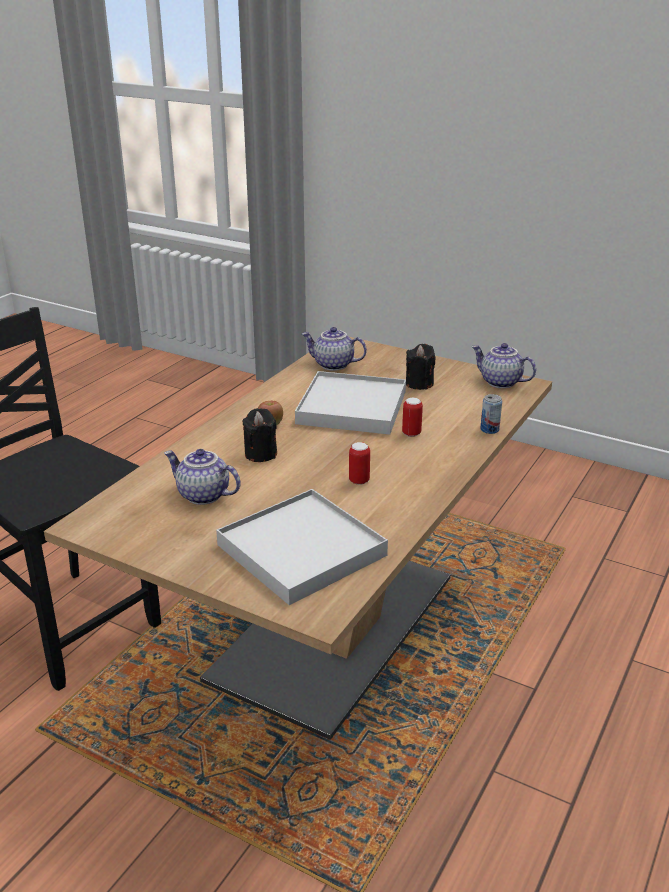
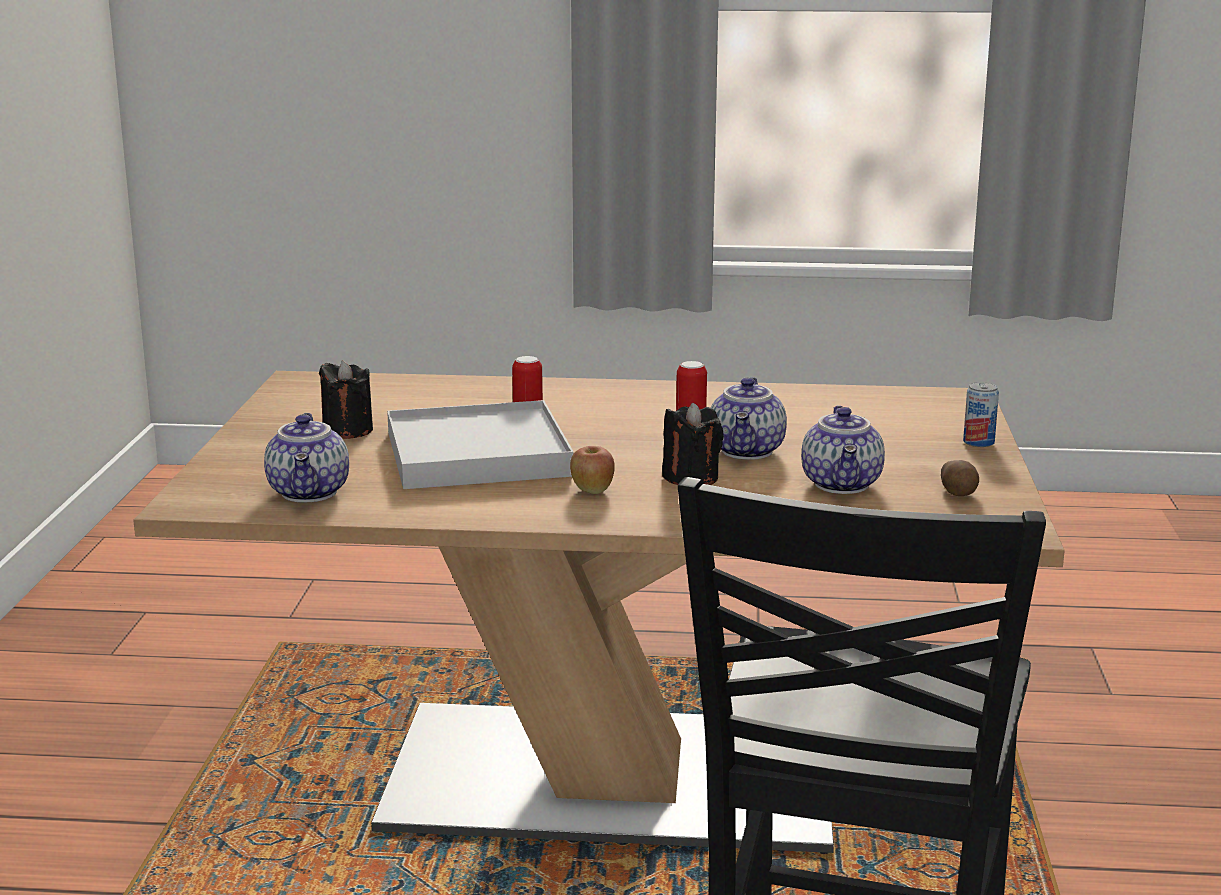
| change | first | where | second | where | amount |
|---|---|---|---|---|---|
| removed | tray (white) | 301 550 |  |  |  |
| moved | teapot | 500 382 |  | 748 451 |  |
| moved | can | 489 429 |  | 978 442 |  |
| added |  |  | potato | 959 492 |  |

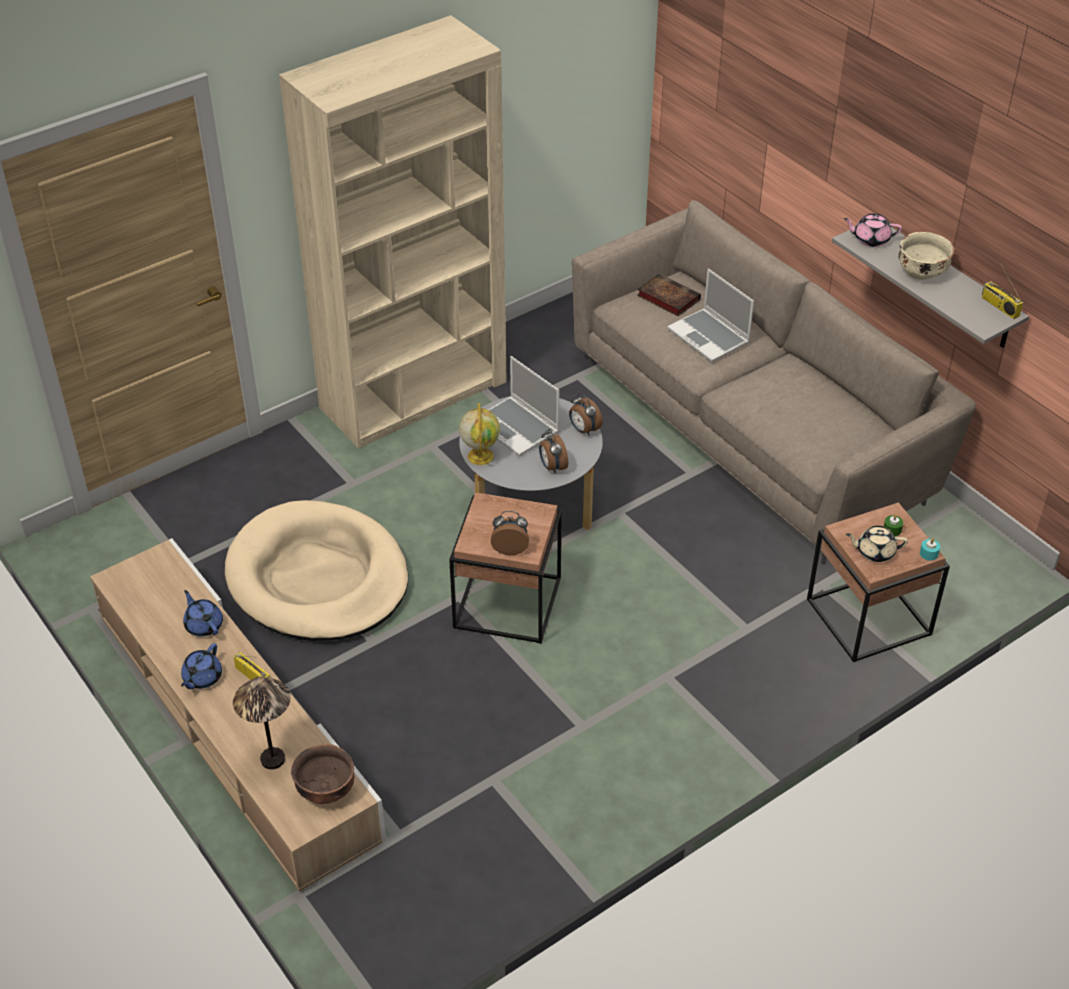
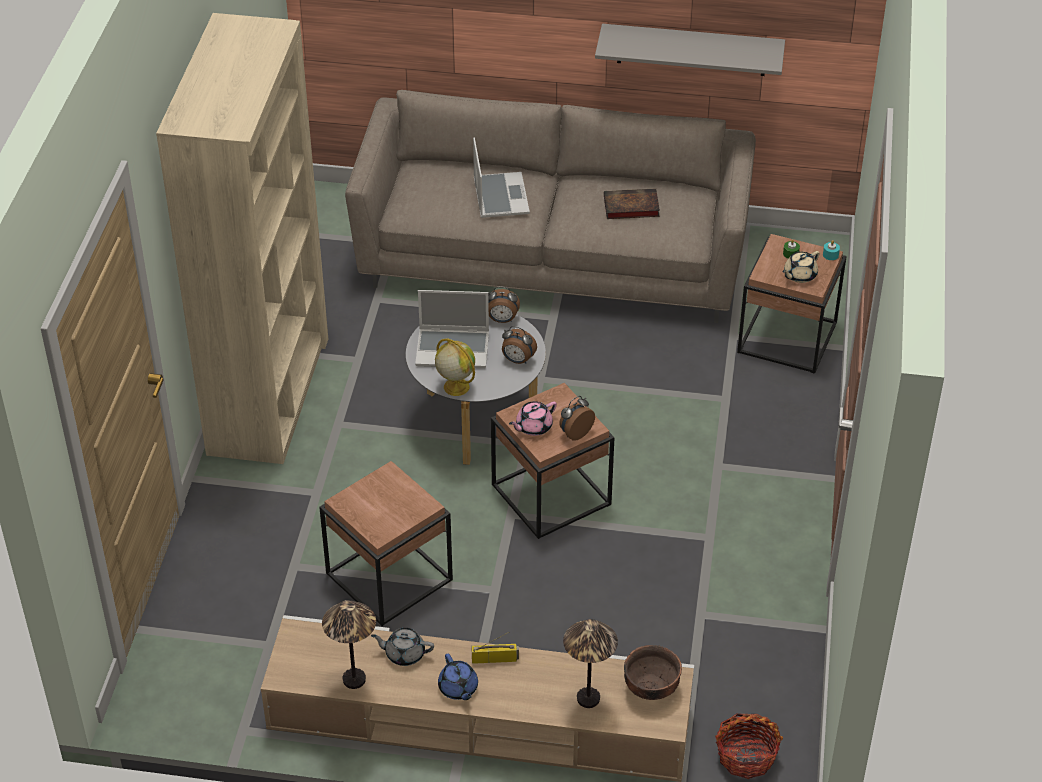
| change | first | where | second | where | amount |
|---|---|---|---|---|---|
| recoloured | teapot (blue) | 204 625 | teapot (grey) | 404 654 |  |
| replaced | dog bed (beige) | 318 578 | side table (brown) | 390 577 |  |
| moved | book | 666 297 |  | 629 207 |  |
| turned | laptop | 710 337 |  | 499 196 | 105 degrees counterclockwise |
| moved | teapot (pink) | 870 239 |  | 533 427 |  |
| removed | bowl (beige) | 921 272 |  |  |  |
| removed | radio | 999 306 |  |  |  |
| added |  |  | table lamp | 354 680 |  |
| added |  |  | basket | 746 756 |  |

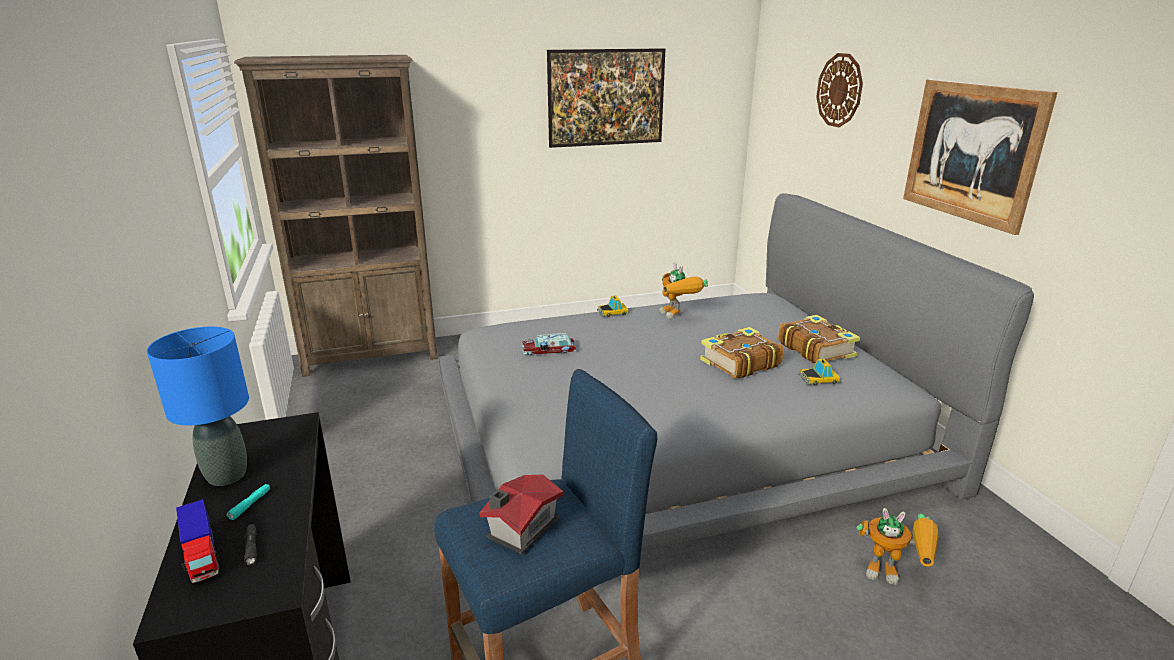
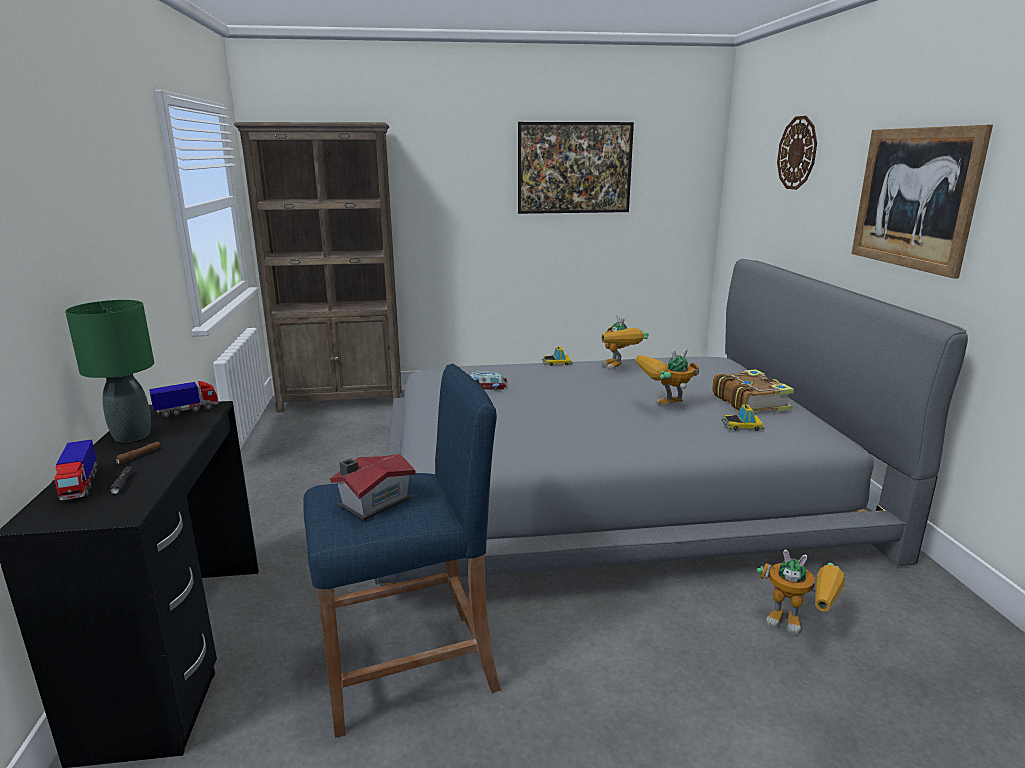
| change | first | where | second | where | amount |
|---|---|---|---|---|---|
| recoloured | table lamp (blue) | 227 475 | table lamp (green) | 132 436 |  |
| recoloured | flashlight (turquoise) | 250 504 | flashlight (brown) | 139 456 |  |
| replaced | book | 739 363 | toy robot | 664 407 |  |
| added |  |  | toy truck | 187 410 |  |

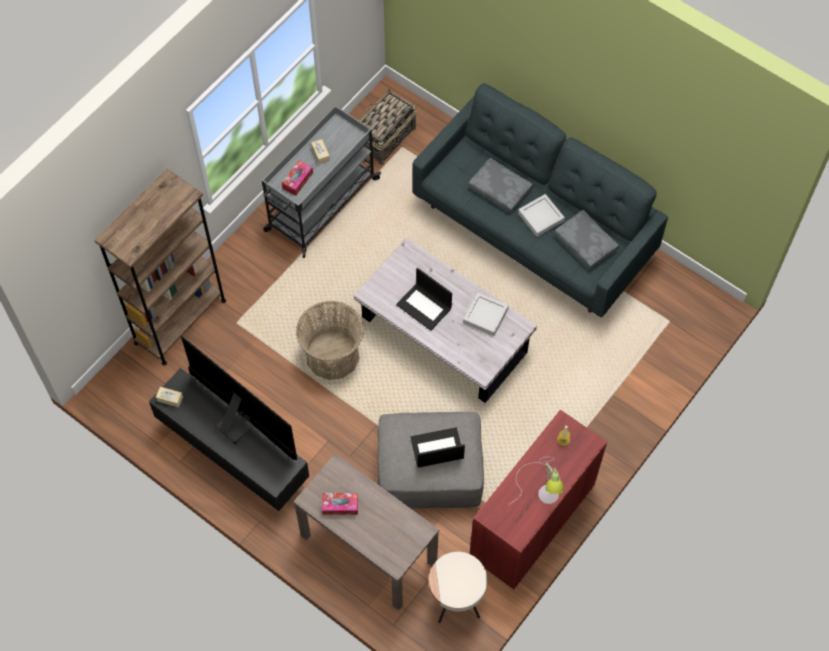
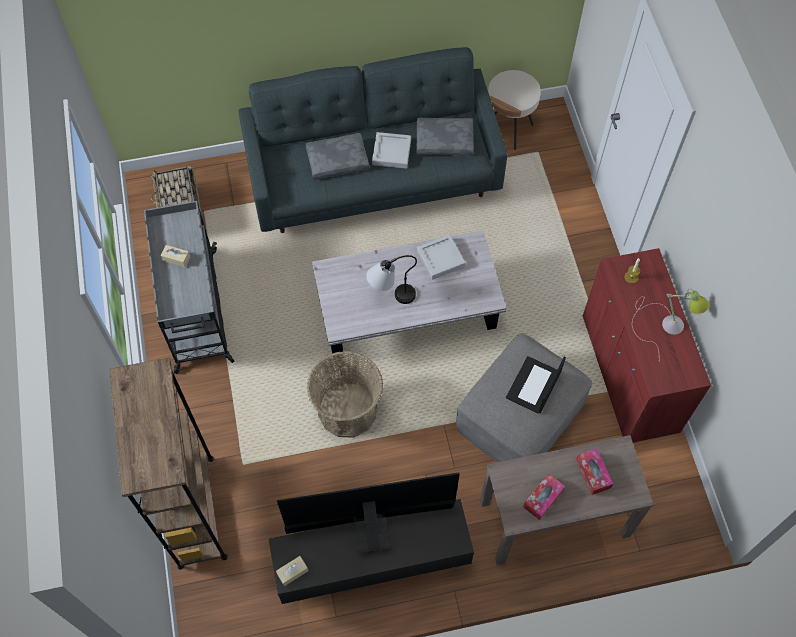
| change | first | where | second | where | amount |
|---|---|---|---|---|---|
| moved | tissue box | 297 180 |  | 593 473 |  |
| replaced | laptop | 424 306 | table lamp | 390 296 |  |
| moved | side table (beige) | 456 600 |  | 508 129 |  |

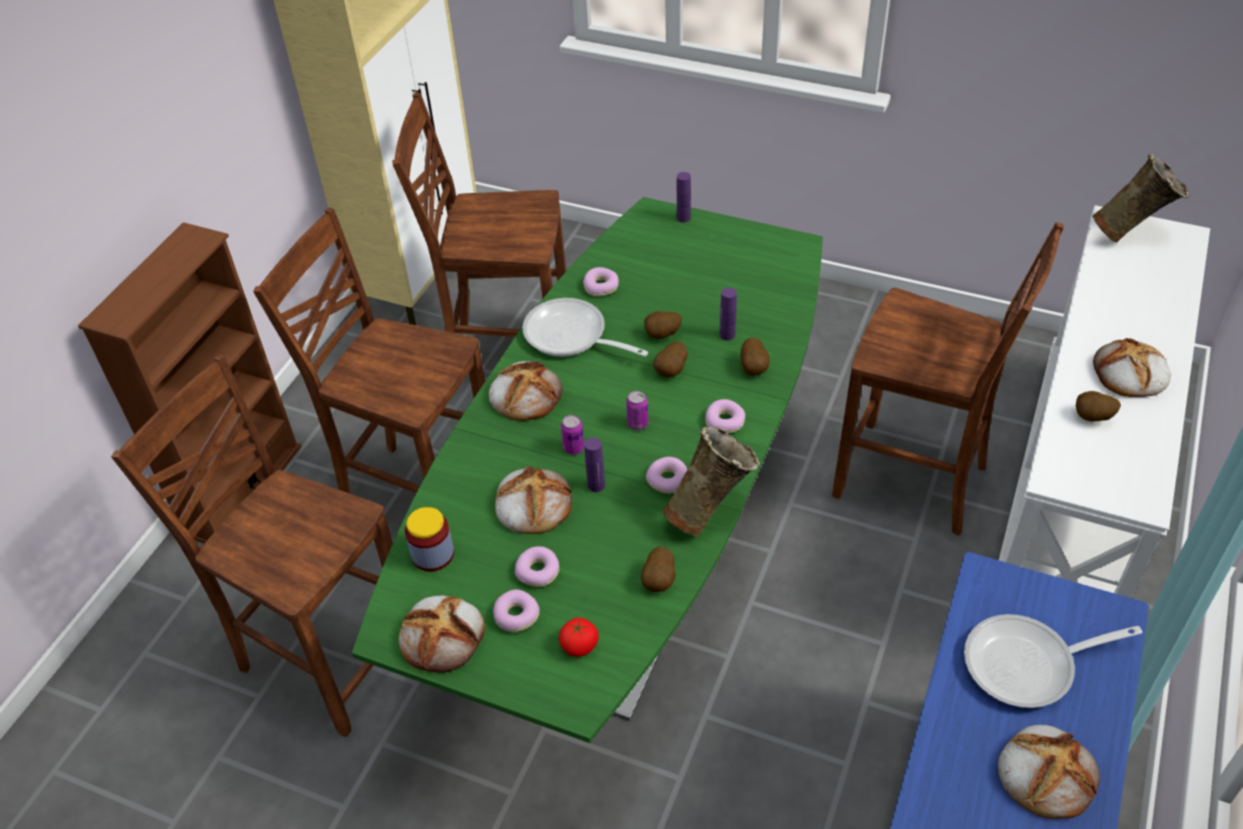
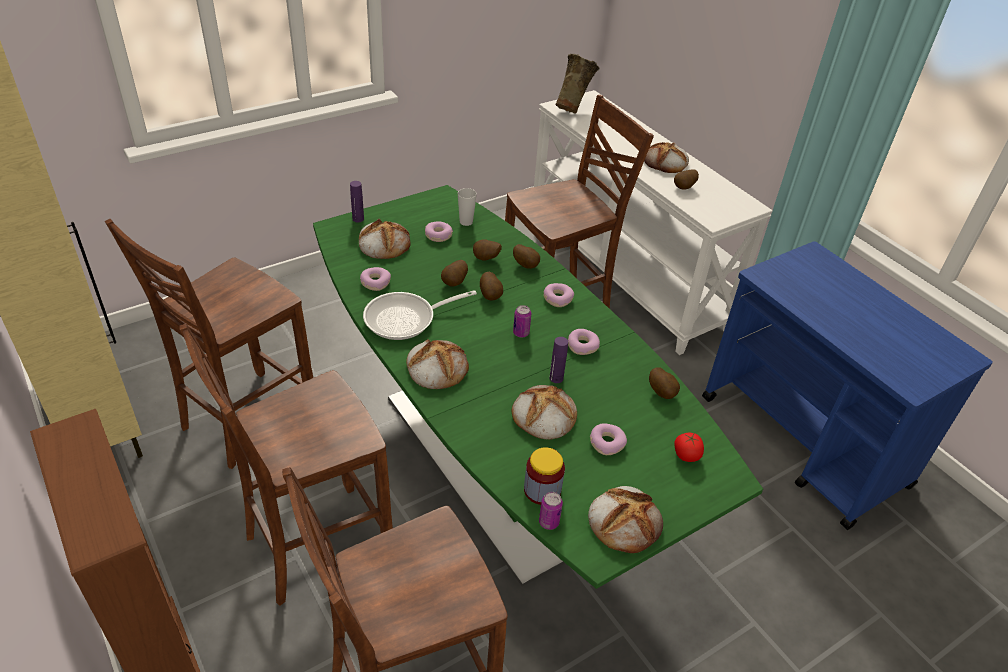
| change | first | where | second | where | amount |
|---|---|---|---|---|---|
| moved | donut | 516 616 |  | 438 236 |  |
| moved | can | 573 448 |  | 549 522 |  |
| removed | vase (beige) | 710 513 |  |  |  |
| replaced | bottle (purple) | 727 335 | potato | 486 259 |  |
| removed | frying pan | 1028 665 |  |  |  |
| moved | bread | 1046 773 |  | 383 243 |  |
| added |  |  | cup | 466 222 |  |

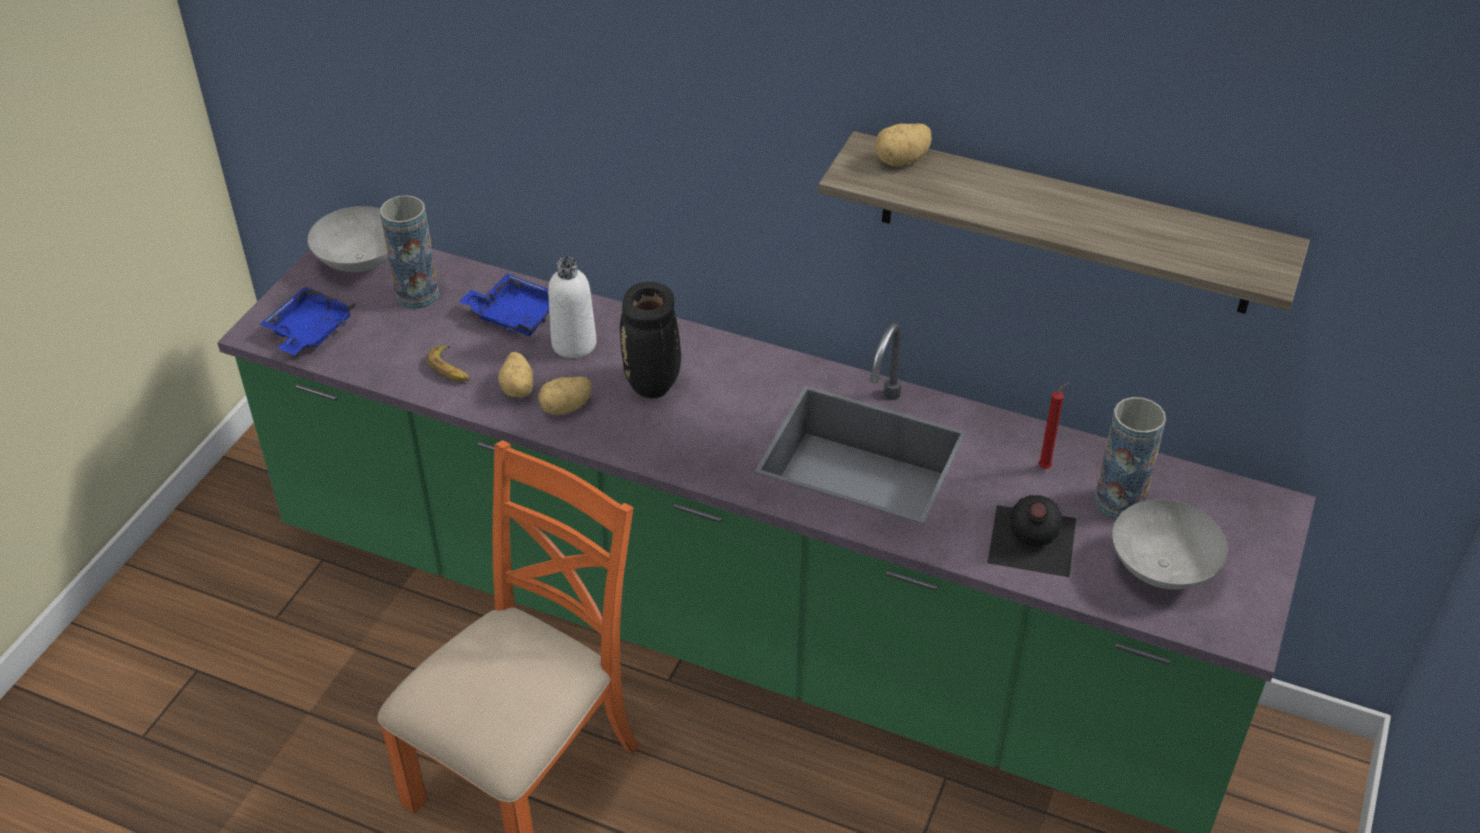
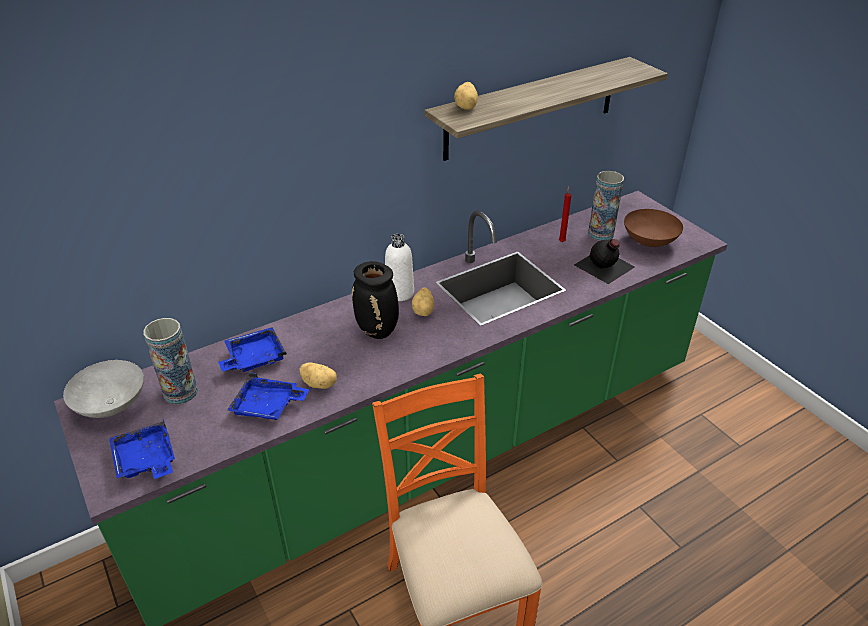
| change | first | where | second | where | amount |
|---|---|---|---|---|---|
| replaced | banana | 450 369 | tray (blue) | 268 406 |  |
| moved | potato | 566 408 |  | 424 311 |  |
| moved | bottle (white) | 574 344 |  | 399 293 |  |
| recoloured | bowl (grey) | 1162 567 | bowl (brown) | 648 241 |  |

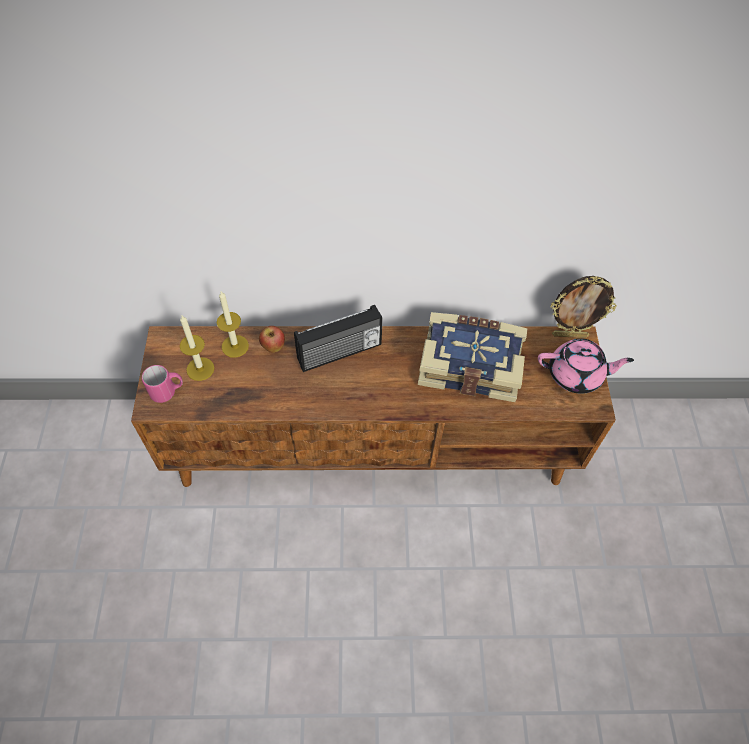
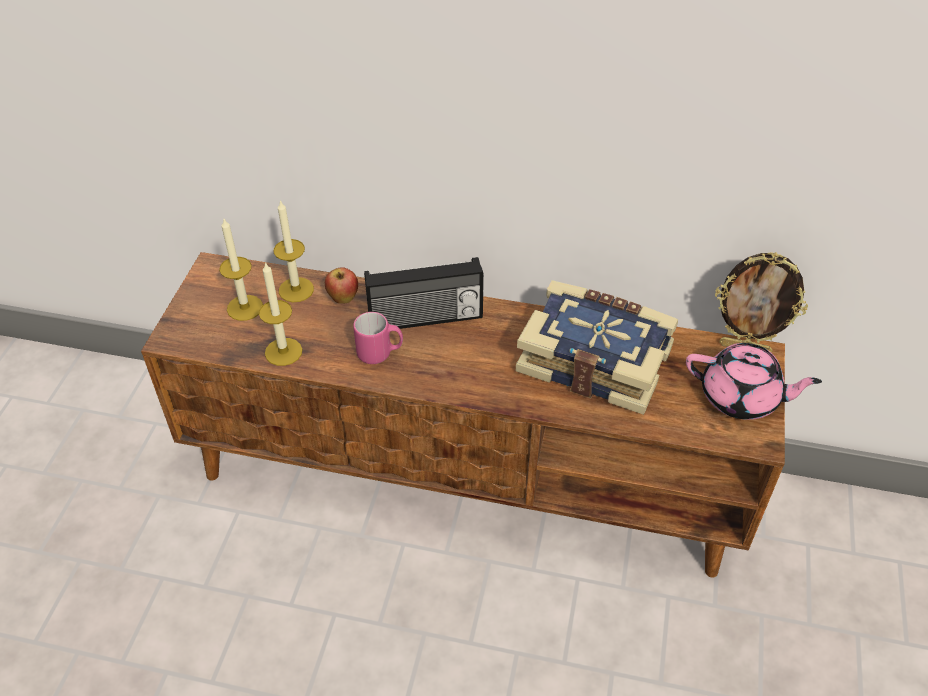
| change | first | where | second | where | amount |
|---|---|---|---|---|---|
| moved | mug (pink) | 167 391 |  | 380 353 |  |
| added |  |  | candle | 283 352 |  |

